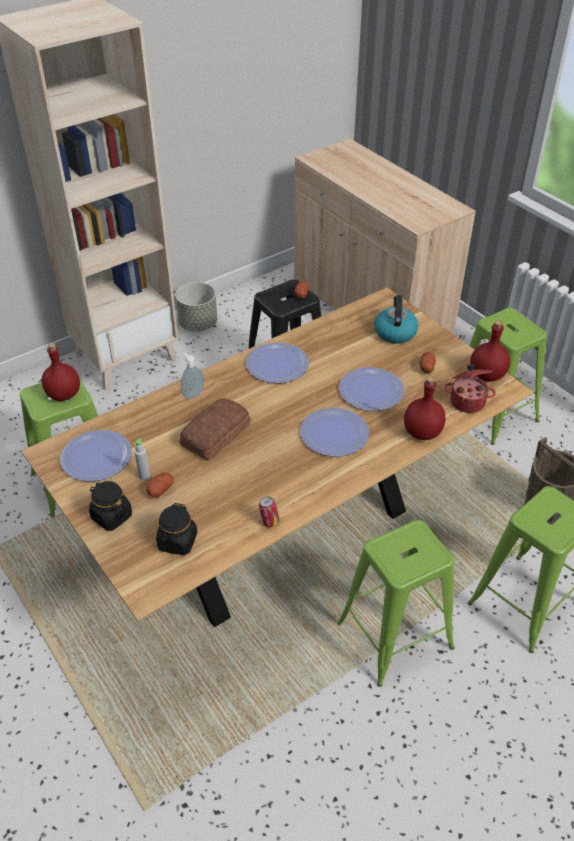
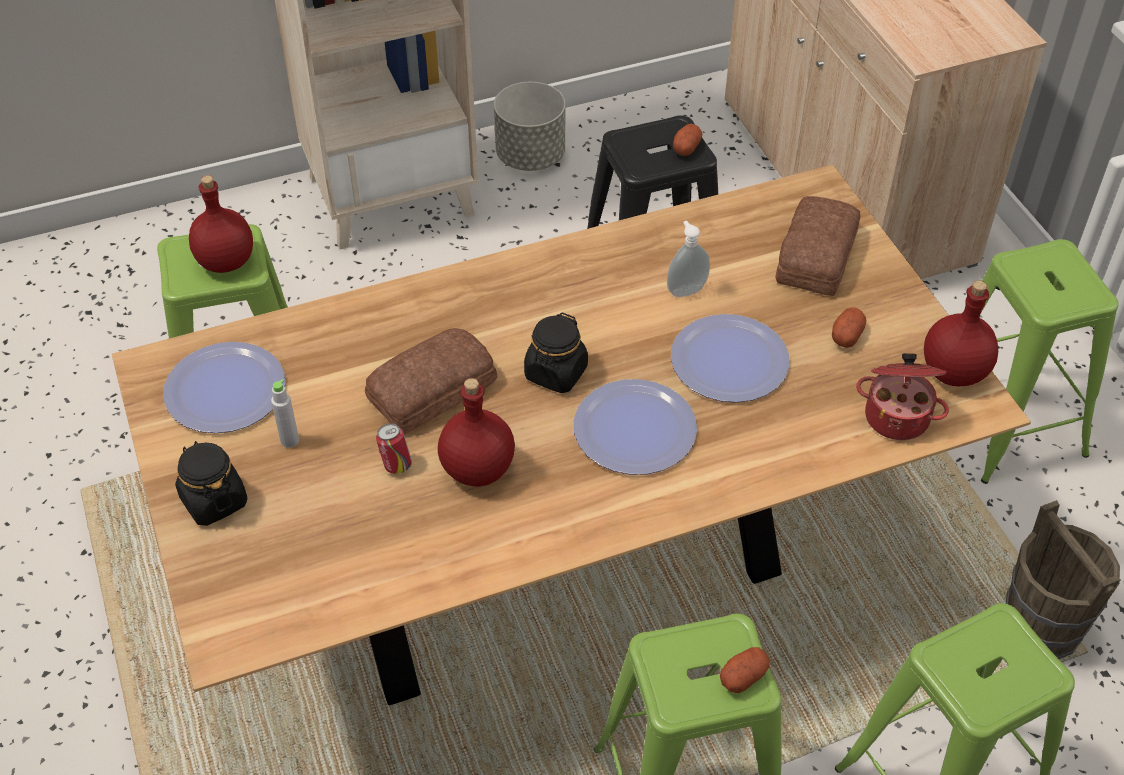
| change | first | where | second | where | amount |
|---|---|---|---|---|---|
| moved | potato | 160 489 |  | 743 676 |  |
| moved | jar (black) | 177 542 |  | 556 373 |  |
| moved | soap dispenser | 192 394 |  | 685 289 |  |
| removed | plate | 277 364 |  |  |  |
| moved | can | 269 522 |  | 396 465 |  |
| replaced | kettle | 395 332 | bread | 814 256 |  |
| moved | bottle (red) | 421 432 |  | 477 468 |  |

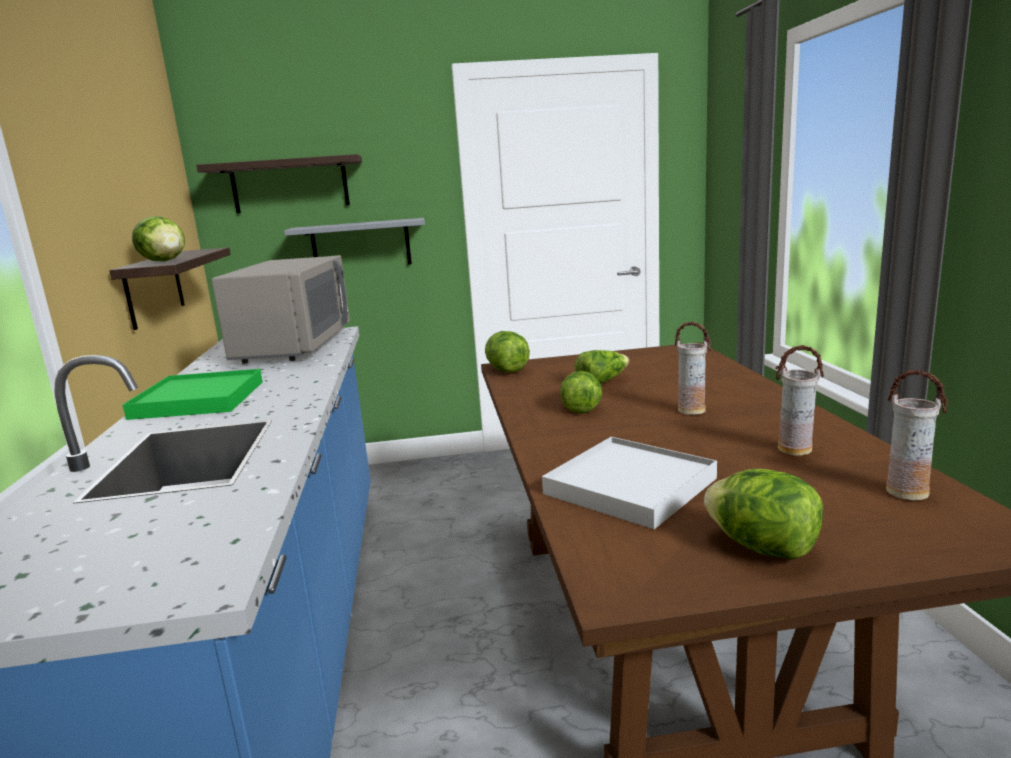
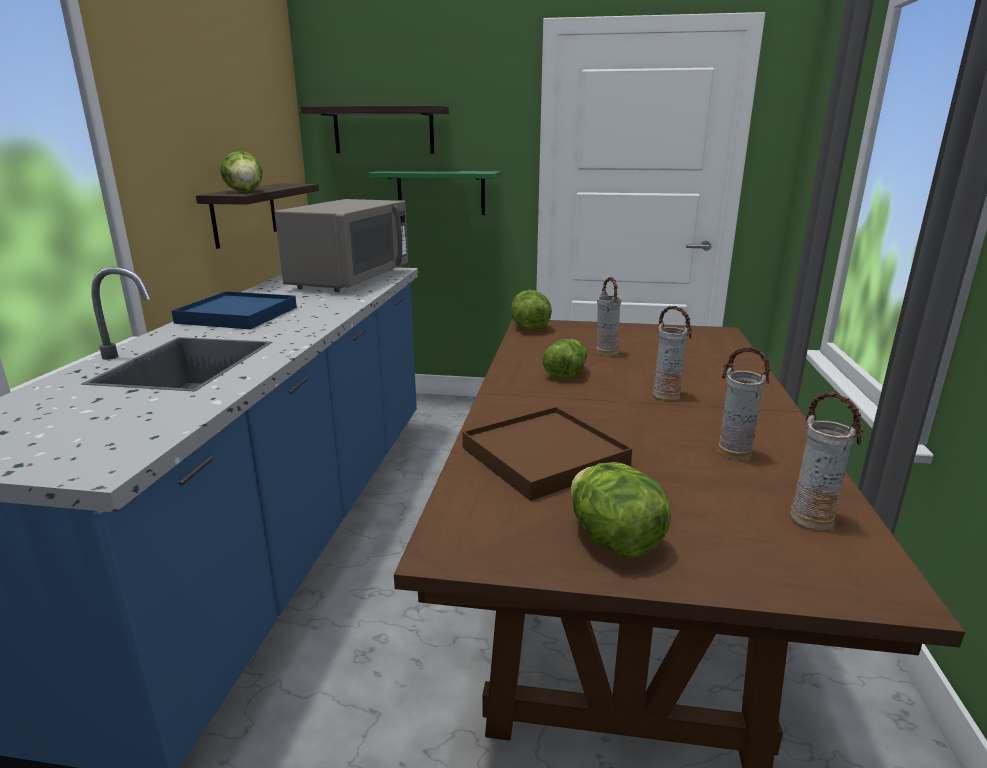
| change | first | where | second | where | amount |
|---|---|---|---|---|---|
| recoloured | tray (green) | 199 400 | tray (blue) | 238 315 |  |
| recoloured | shelf (grey) | 361 245 | shelf (green) | 441 192 |  |
| recoloured | tray (white) | 630 486 | tray (brown) | 544 457 |  |
| replaced | lettuce | 602 382 | vase | 606 352 |  |

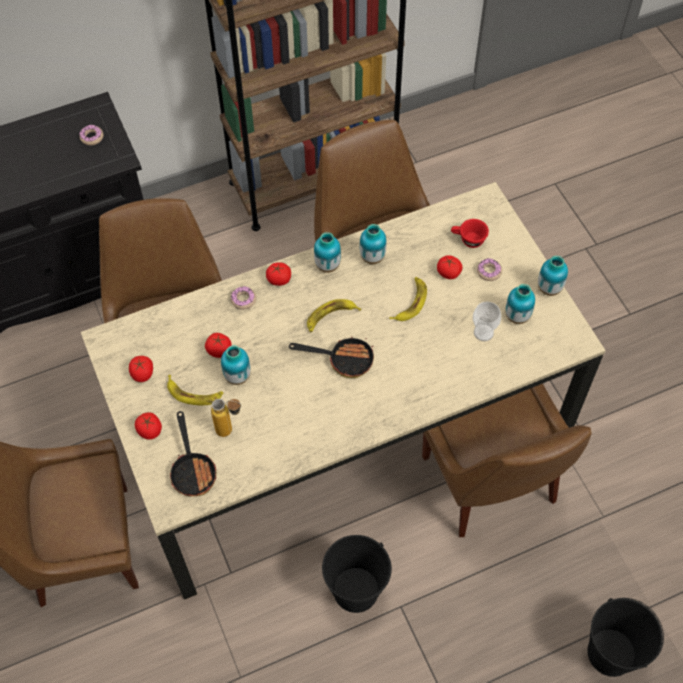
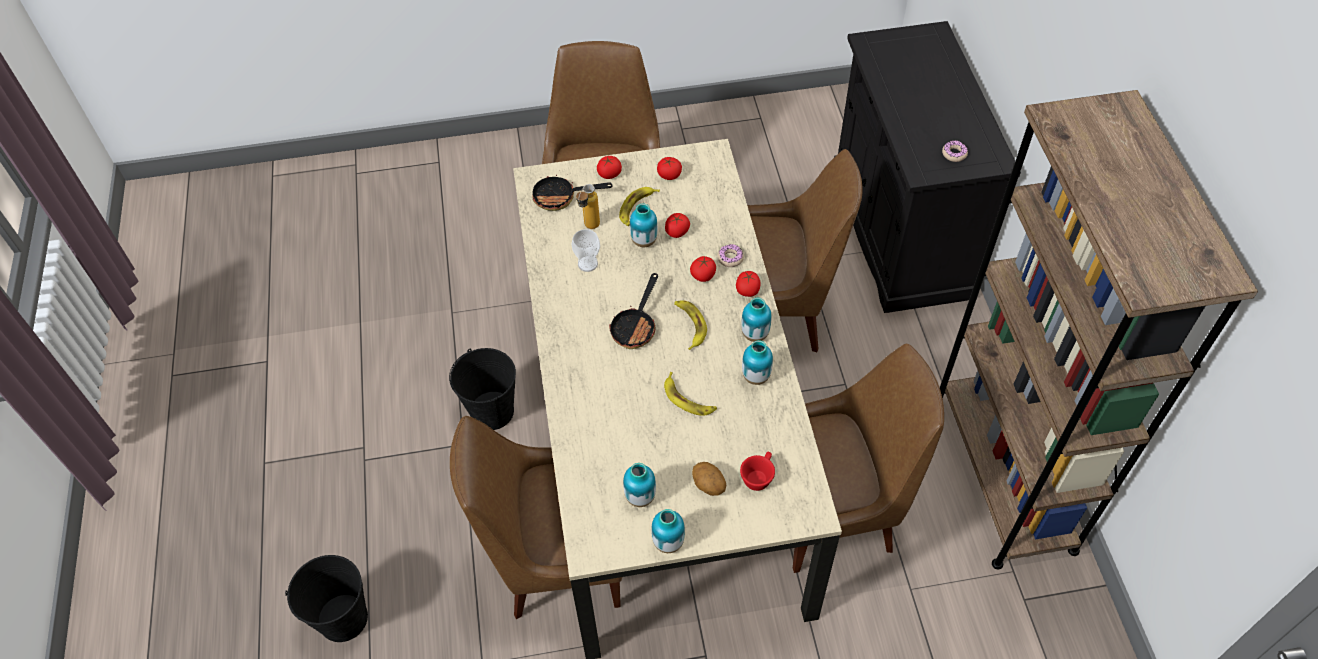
| change | first | where | second | where | amount |
|---|---|---|---|---|---|
| moved | tomato | 448 273 |  | 703 275 |  |
| moved | cup | 483 332 |  | 587 264 |  |
| replaced | donut | 489 272 | potato | 708 486 |  |

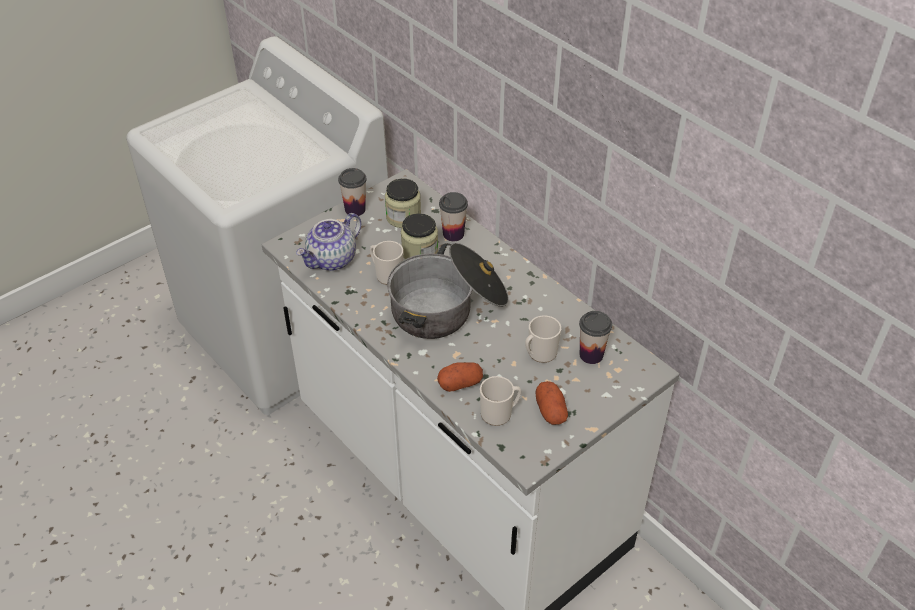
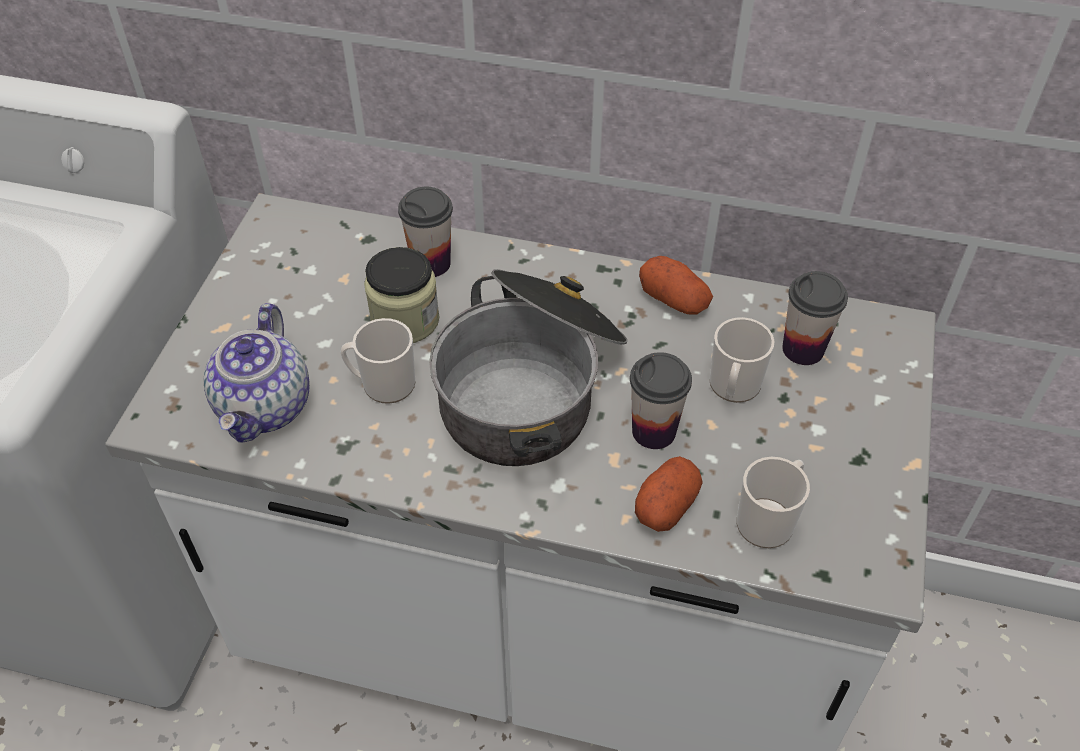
| change | first | where | second | where | amount |
|---|---|---|---|---|---|
| moved | cup | 355 209 |  | 654 431 |  |
| removed | jar | 403 217 |  |  |  |
| moved | potato | 551 411 |  | 674 299 |  |

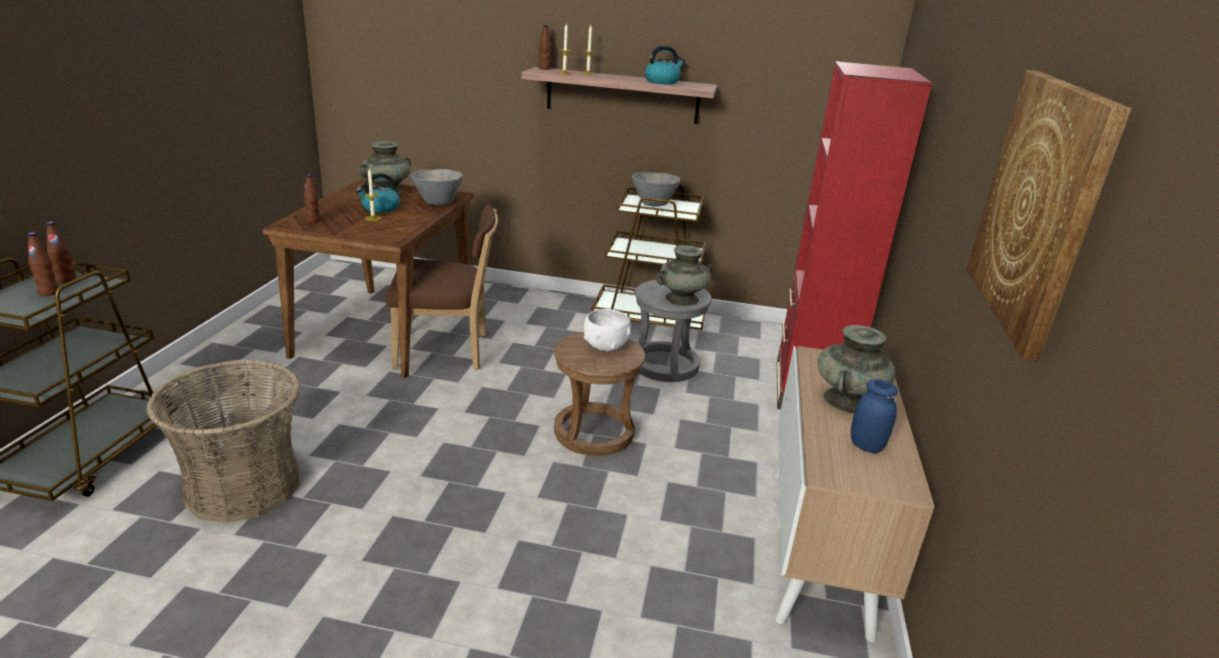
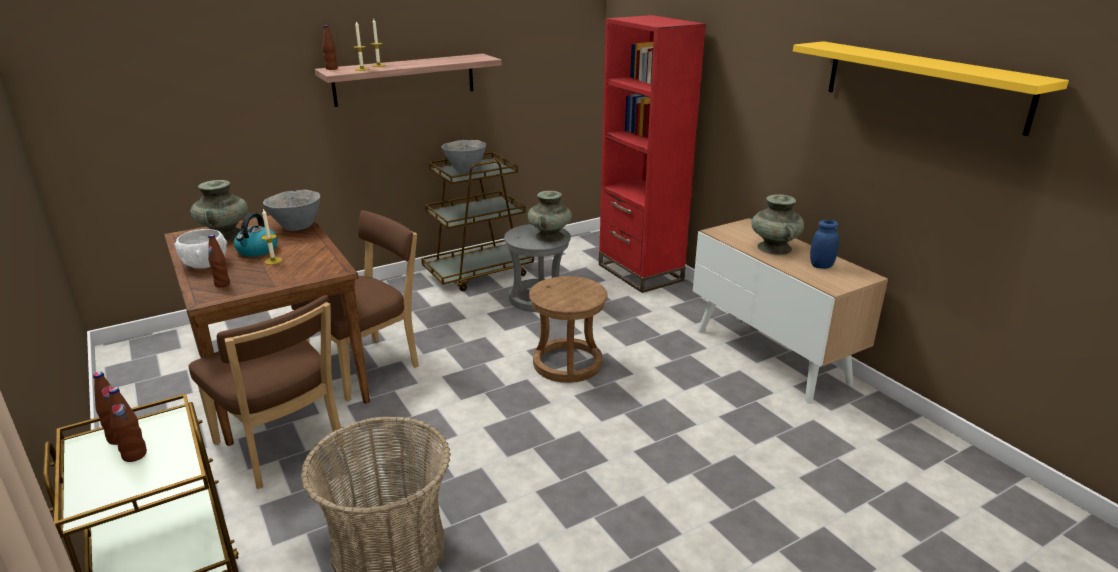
| change | first | where | second | where | amount |
|---|---|---|---|---|---|
| moved | bowl (white) | 606 345 |  | 205 264 |  |
| removed | kettle | 662 82 |  |  |  |
| replaced | picture | 1040 206 | shelf (yellow) | 923 84 |  |
| added |  |  | chair (brown) | 282 448 |  |

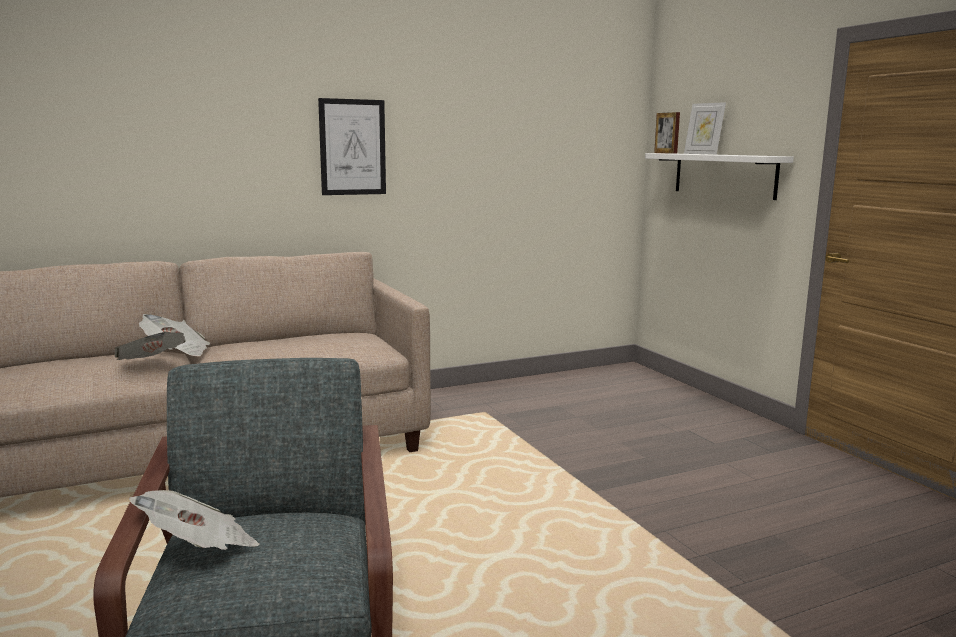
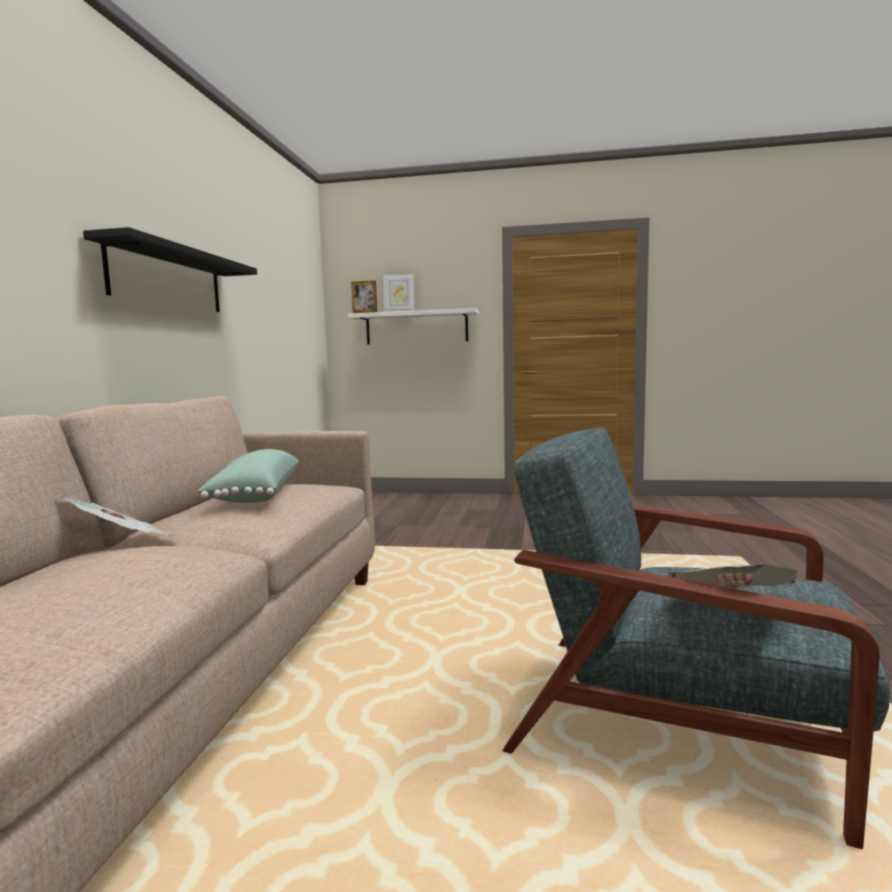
| change | first | where | second | where | amount |
|---|---|---|---|---|---|
| removed | newspaper | 151 365 |  |  |  |
| replaced | picture | 352 147 | shelf (black) | 168 279 |  |
| added |  |  | pillow (green) | 254 495 |  |

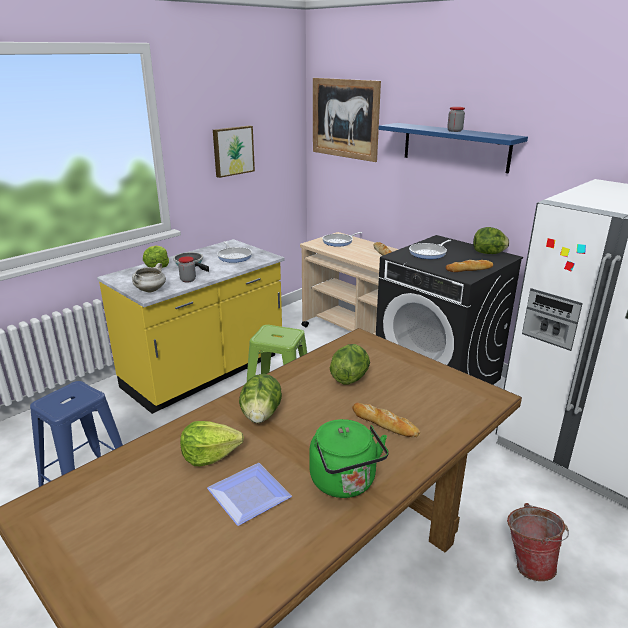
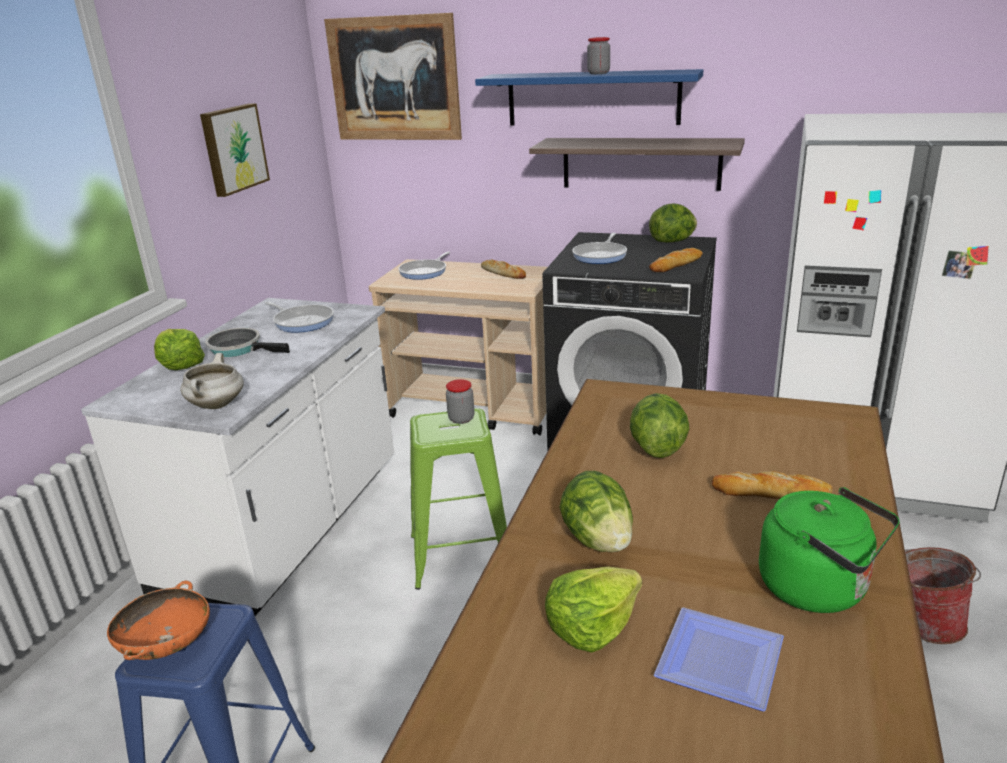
| change | first | where | second | where | amount |
|---|---|---|---|---|---|
| recoloured | counter (yellow) | 205 373 | counter (white) | 288 531 |  |
| moved | jar | 188 280 |  | 461 419 |  |
| added |  |  | bowl (orange) | 167 645 |  |
| added |  |  | shelf | 641 163 |  |

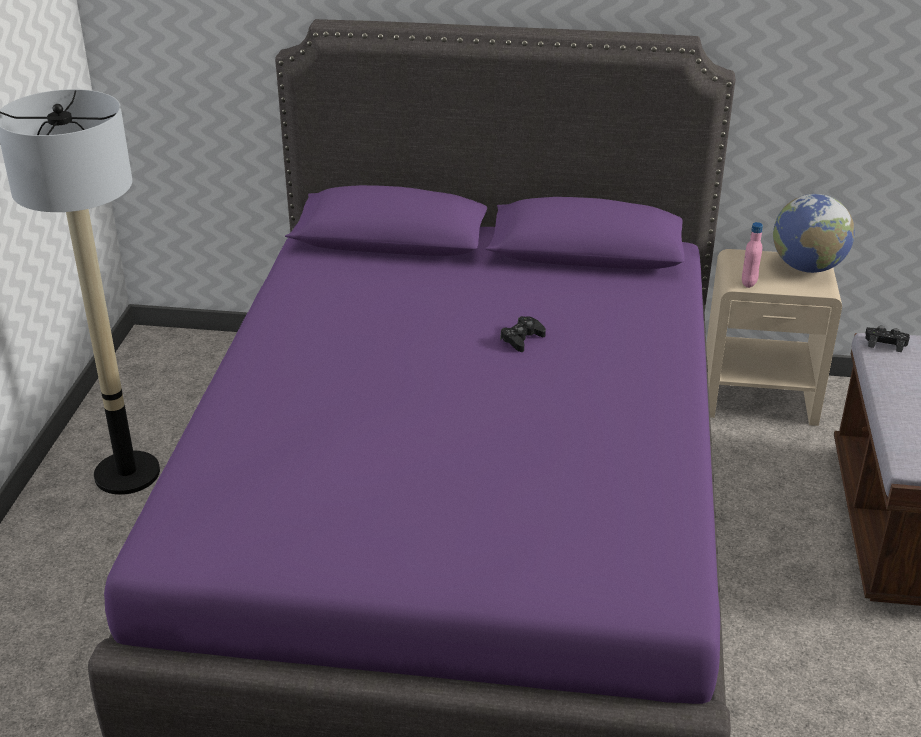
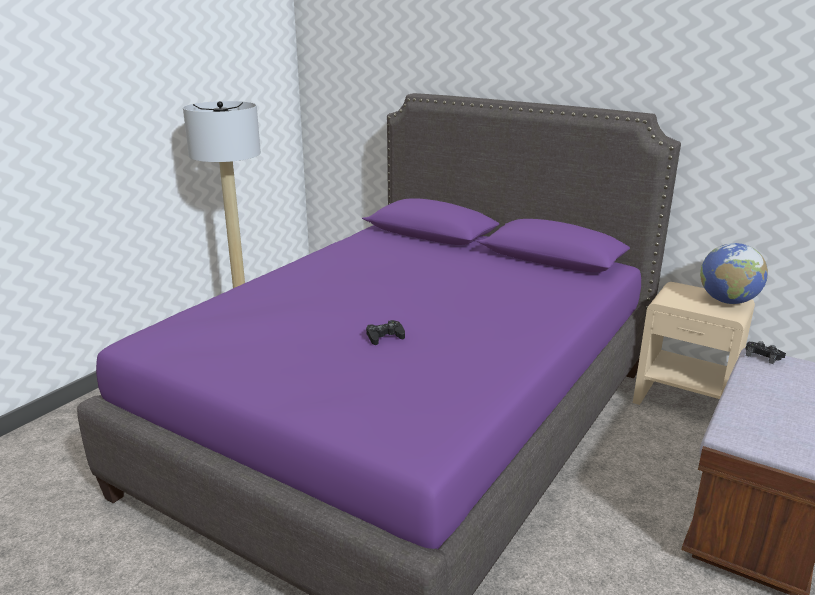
| change | first | where | second | where | amount |
|---|---|---|---|---|---|
| moved | game controller (black) | 522 339 |  | 384 337 |  |
| removed | bottle (pink) | 749 283 |  |  |  |

